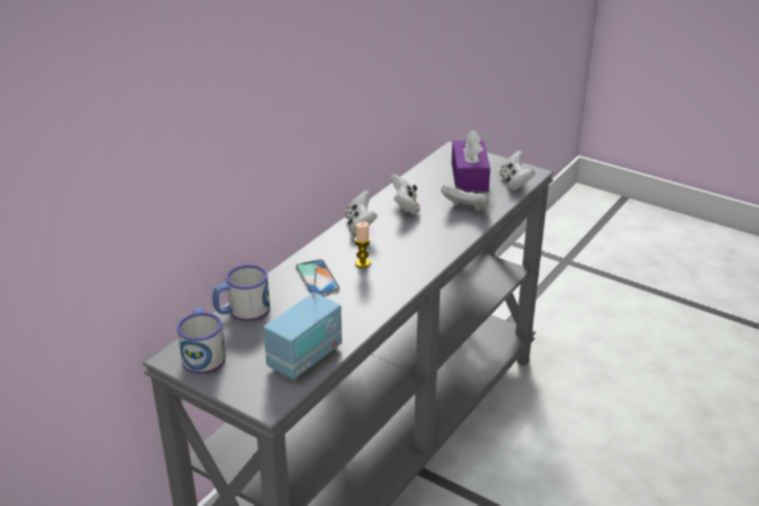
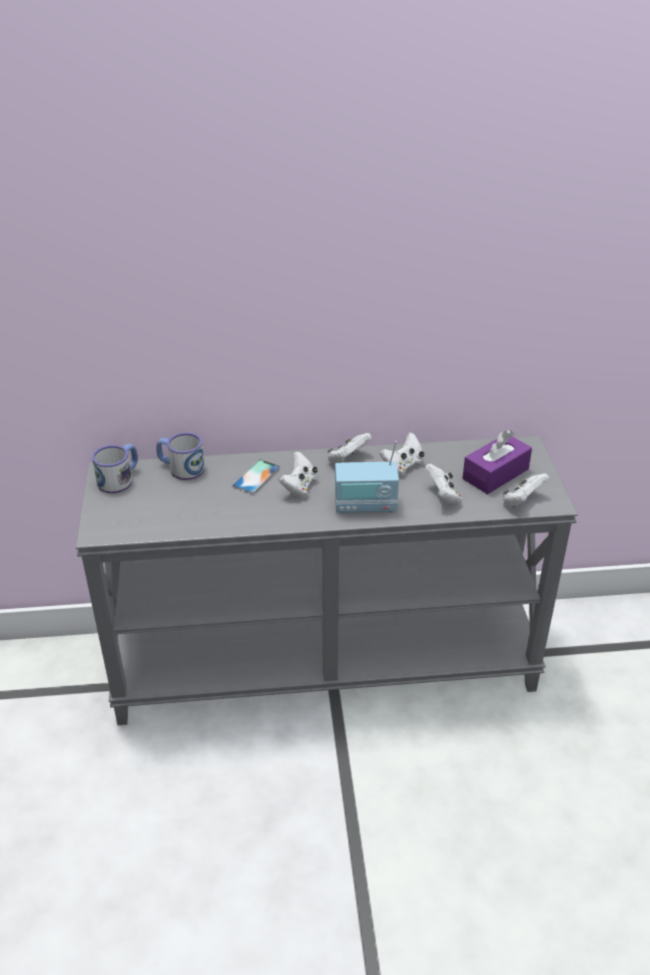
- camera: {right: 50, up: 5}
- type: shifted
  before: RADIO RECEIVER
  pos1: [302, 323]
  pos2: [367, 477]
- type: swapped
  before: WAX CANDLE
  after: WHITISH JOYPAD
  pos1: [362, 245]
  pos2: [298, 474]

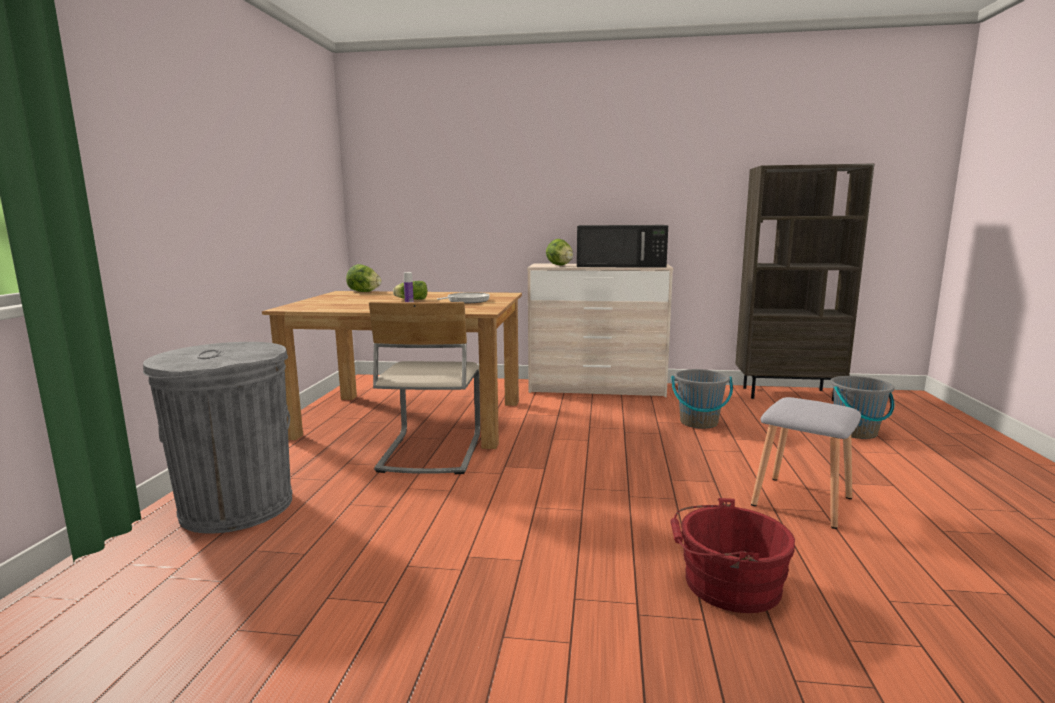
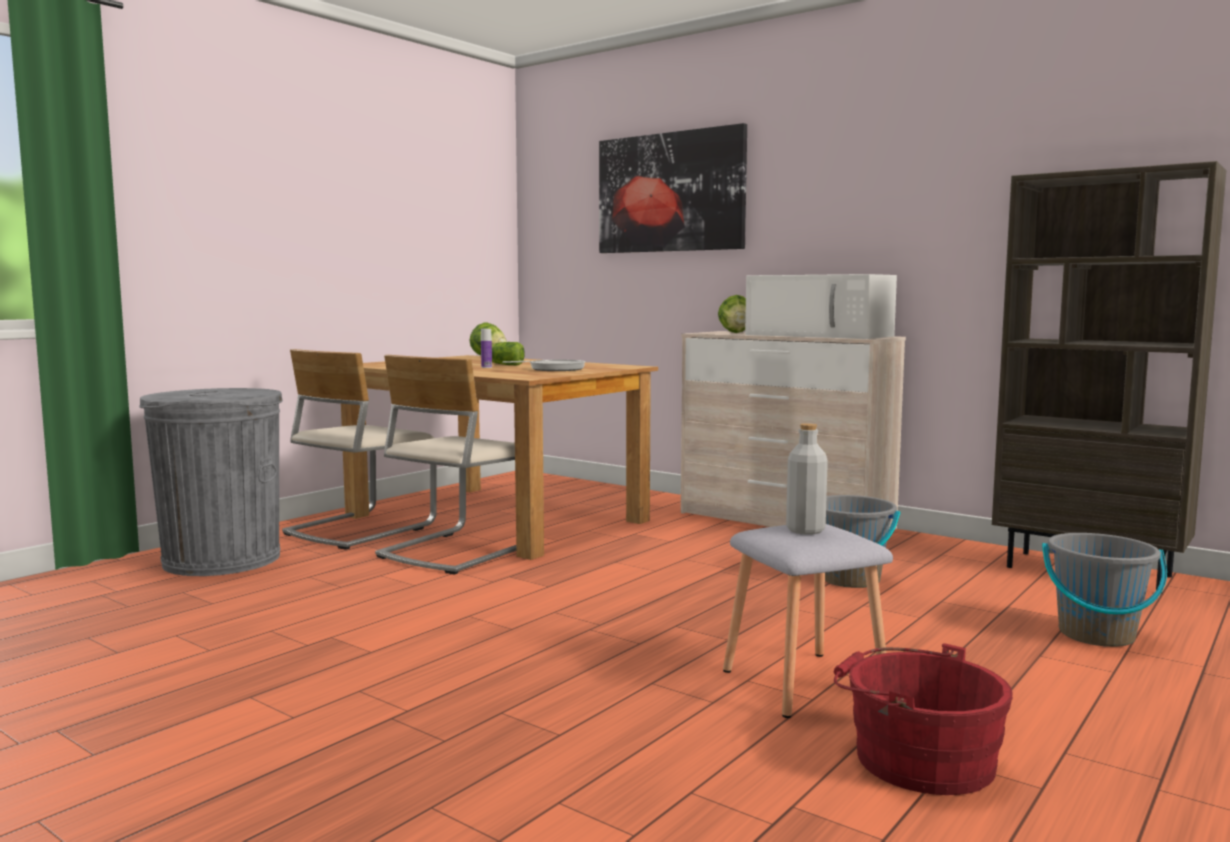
- camera: {right: 30, up: -5}
- type: repainted
  before: BLACK KITCHEN MICROWAVE
  after: WHITISH KITCHEN MICROWAVE
  pos1: [622, 246]
  pos2: [821, 306]
- type: shifted
  before: REDDISH BUCKET
  pos1: [732, 555]
  pos2: [923, 719]
- type: new
  after: SAND-COLOURED PLAIN CHAIR
  pos2: [359, 449]
- type: new
  after: WALL PICTURE
  pos2: [673, 188]
- type: new
  after: GRAY BOTTLE
  pos2: [807, 479]

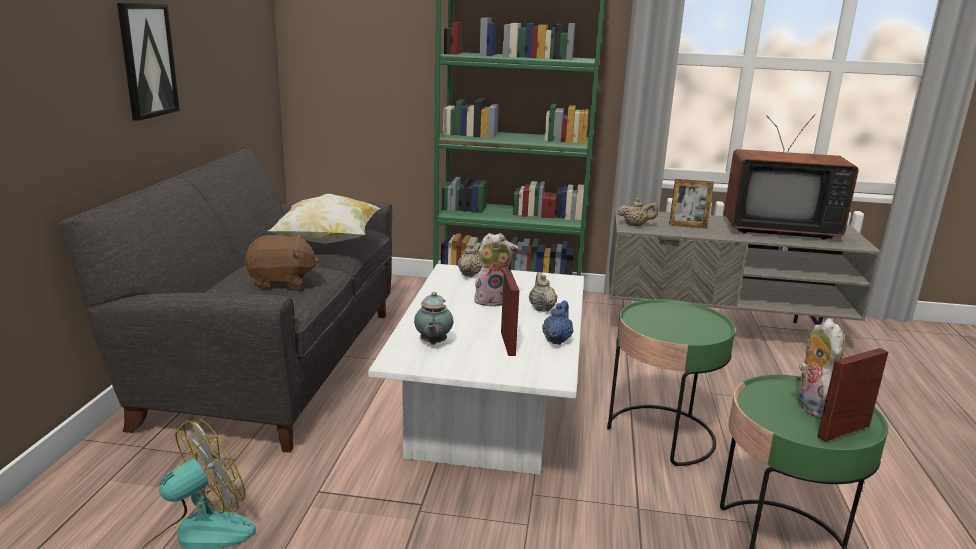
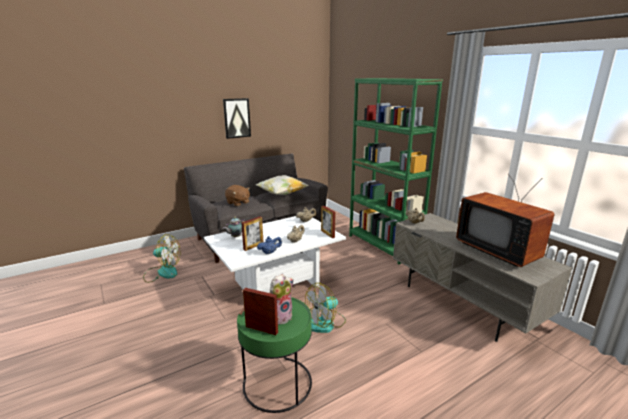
- camera: {right: 50, up: 0}
- type: gone
  before: CUDDLY TOY
  pos1: [496, 270]
- type: swapped
  before: GREEN ACCENT TABLE
  after: COOLING FAN
  pos1: [671, 382]
  pos2: [325, 308]
- type: shifted
  before: PICTURE FRAME
  pos1: [691, 204]
  pos2: [328, 222]

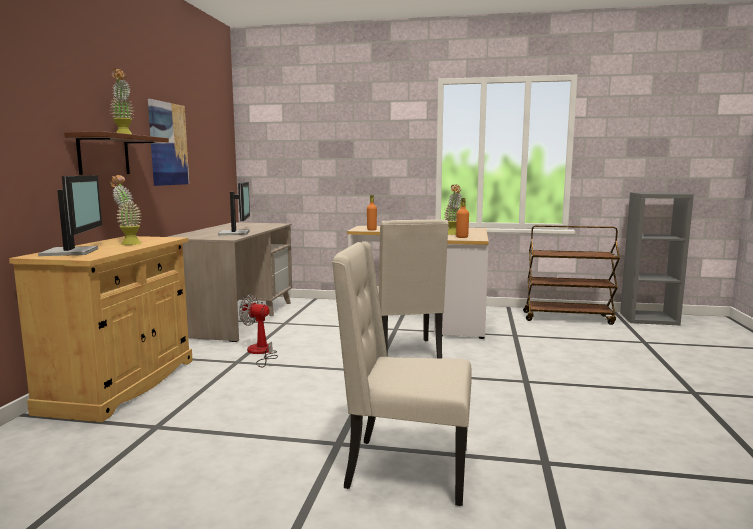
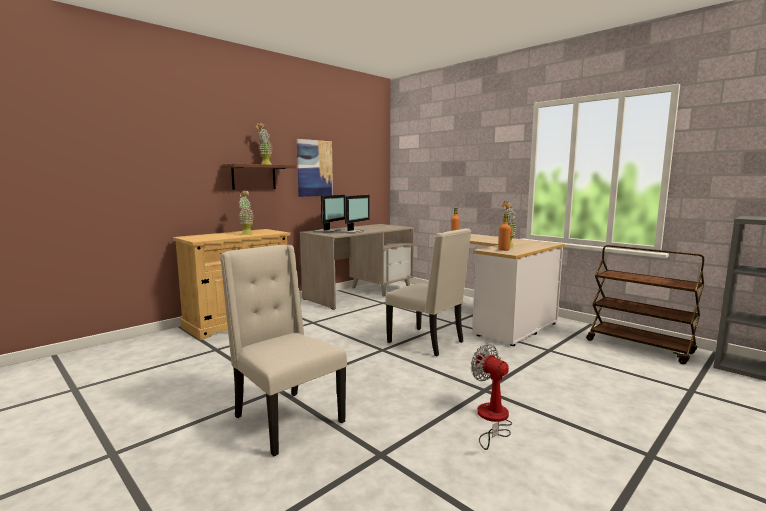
- camera: {right: 35, up: 0}
- type: shifted
  before: COMPUTER DISPLAY
  pos1: [70, 215]
  pos2: [329, 214]
- type: shifted
  before: COOLING FAN
  pos1: [258, 331]
  pos2: [491, 397]
- type: rotated
  before: SAND-COLOURED PLAIN CHAIR
  pos1: [413, 289]
  pos2: [428, 292]
  turn: -75

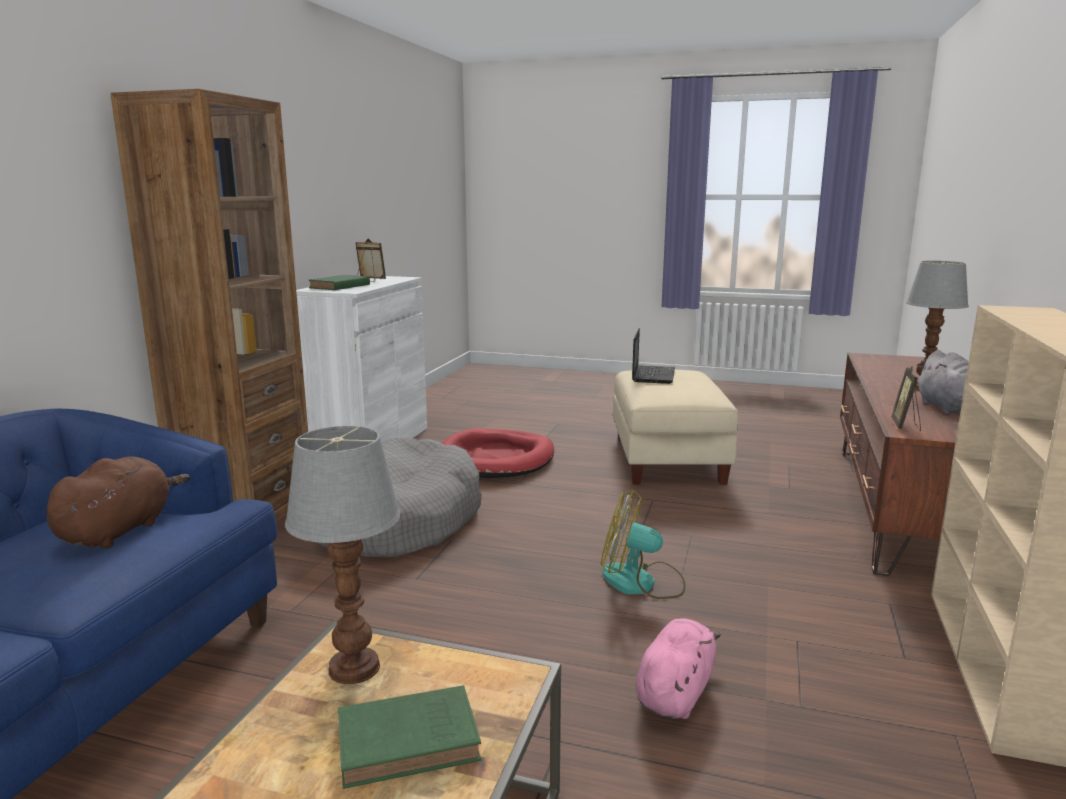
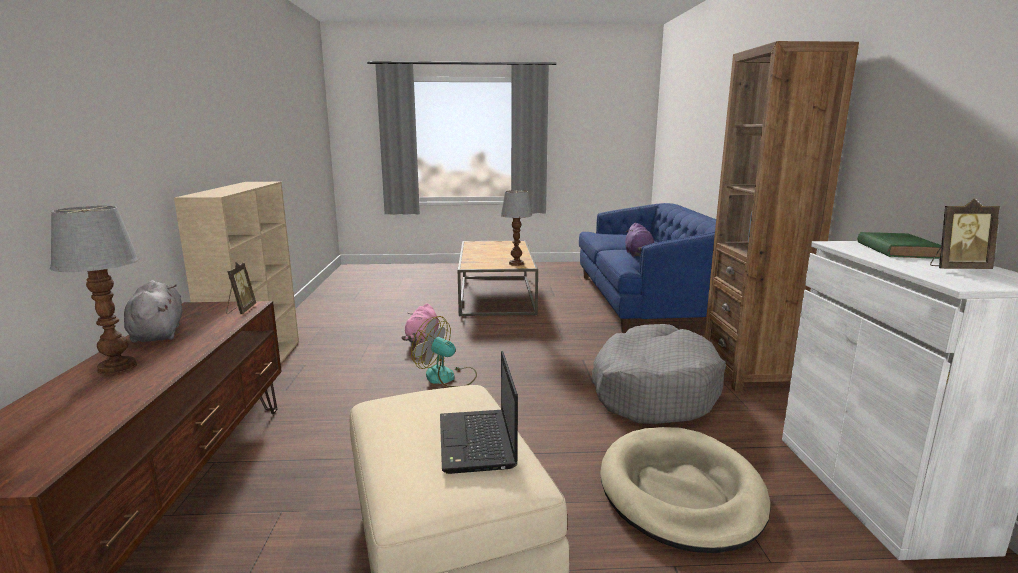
- camera: {right: 160, up: 0}
- type: repainted
  before: BROWN-COLOURED CUDDLY TOY
  after: PURPLE CUDDLY TOY
  pos1: [118, 502]
  pos2: [639, 240]
- type: gone
  before: GREEN VOLUME
  pos1: [410, 737]
- type: repainted
  before: REDDISH PET BED
  after: SAND-COLOURED PET BED
  pos1: [498, 453]
  pos2: [685, 490]
- type: rotated
  before: COOLING FAN
  pos1: [643, 544]
  pos2: [444, 351]
  turn: -150

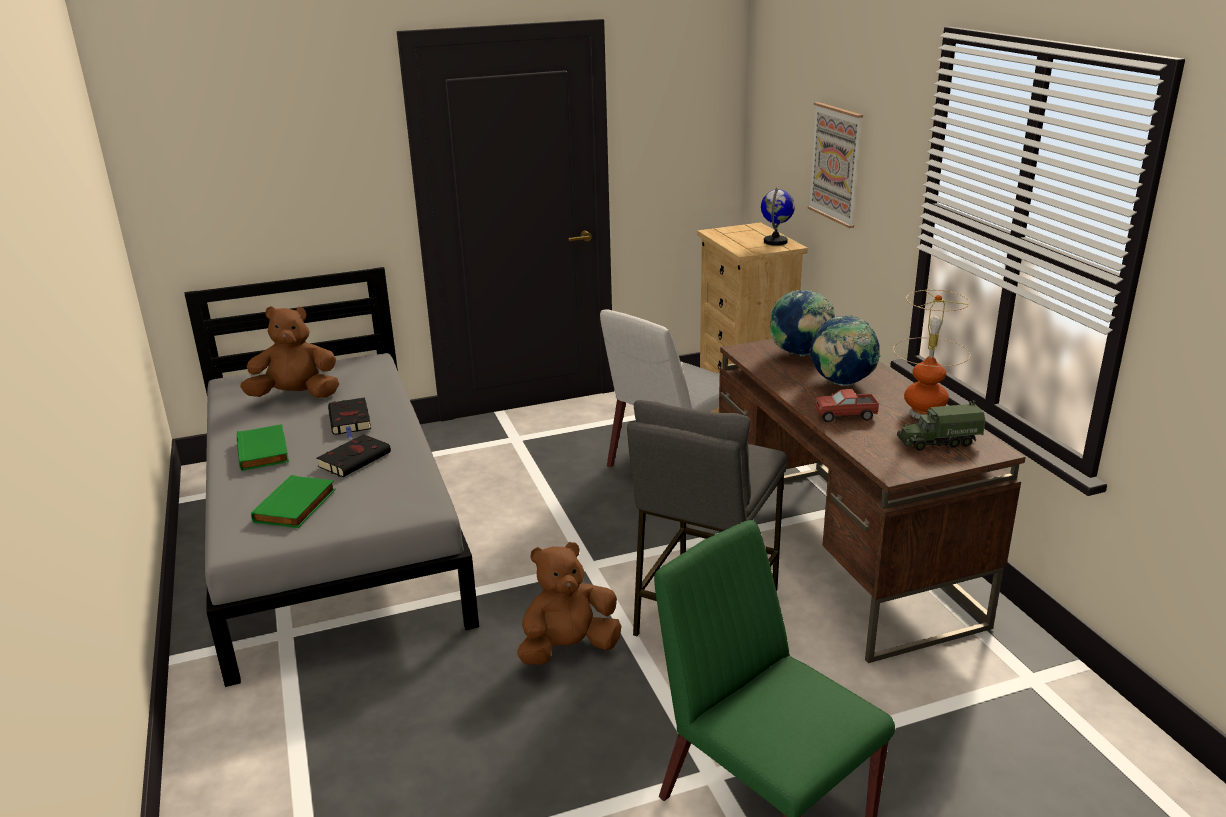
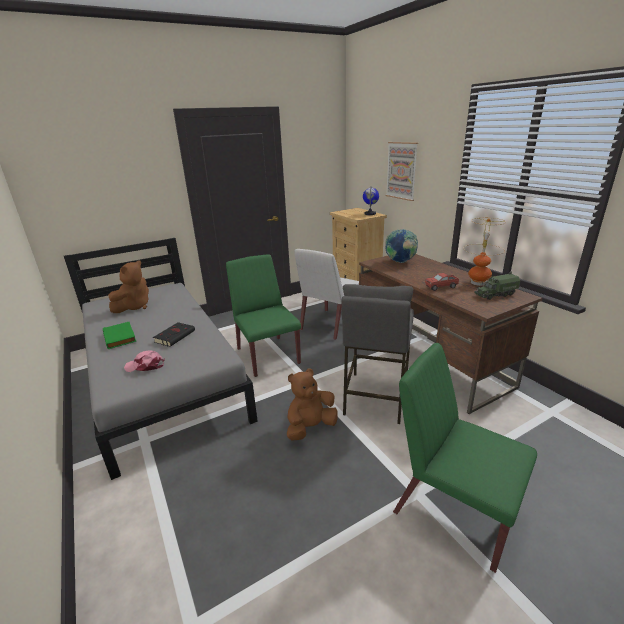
- camera: {right: -10, up: 0}
- type: rotated
  before: BROWN-COLOURED CUDDLY TOY
  pos1: [289, 352]
  pos2: [128, 286]
  turn: 135
- type: swapped
  before: GREEN VOLUME
  after: PINK CAP
  pos1: [293, 501]
  pos2: [144, 361]
- type: gone
  before: BLACK VOLUME
  pos1: [349, 418]
- type: gone
  before: DESK GLOBE
  pos1: [845, 350]
- type: new
  after: GREEN PLAIN CHAIR
  pos2: [263, 315]

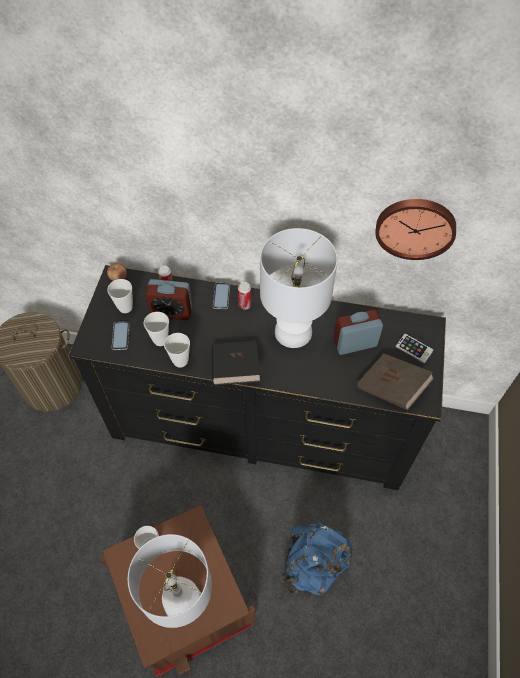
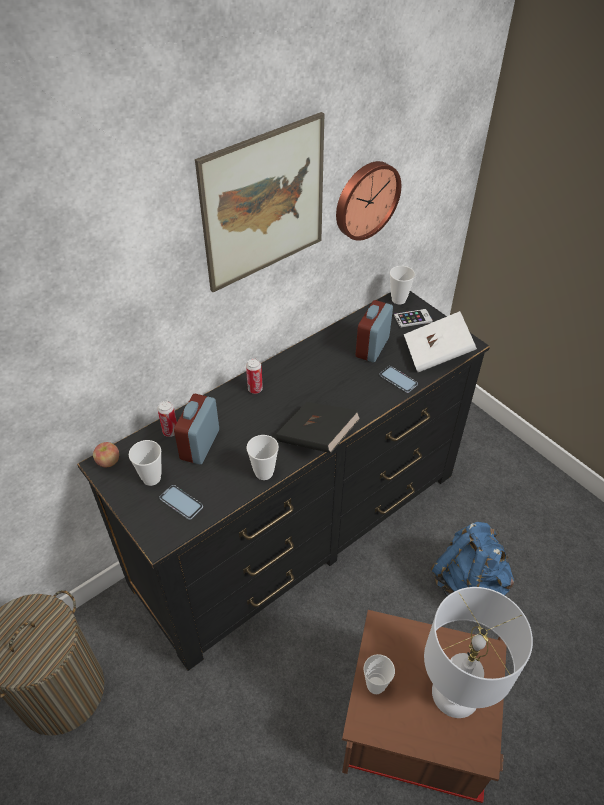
- camera: {right: -50, up: -10}
- type: shifted
  before: CUP
  pos1: [156, 329]
  pos2: [402, 285]
- type: rotated
  before: BEDSIDE CLOCK
  pos1: [168, 299]
  pos2: [196, 429]
  turn: 150
- type: shifted
  before: PHONE
  pos1: [221, 296]
  pos2: [399, 379]
- type: gone
  before: WHITISH TABLE LAMP
  pos1: [299, 288]
- type: repainted
  before: BROWN-COLOURED VOLUME
  after: WHITISH VOLUME
  pos1: [395, 382]
  pos2: [440, 341]
- type: new
  after: WALL PICTURE
  pos2: [259, 202]

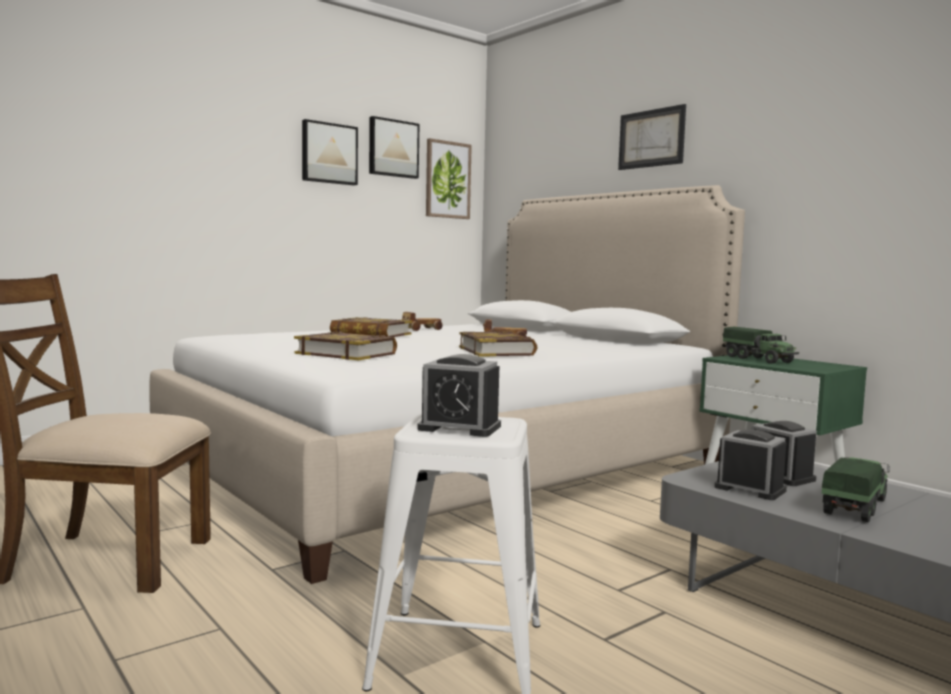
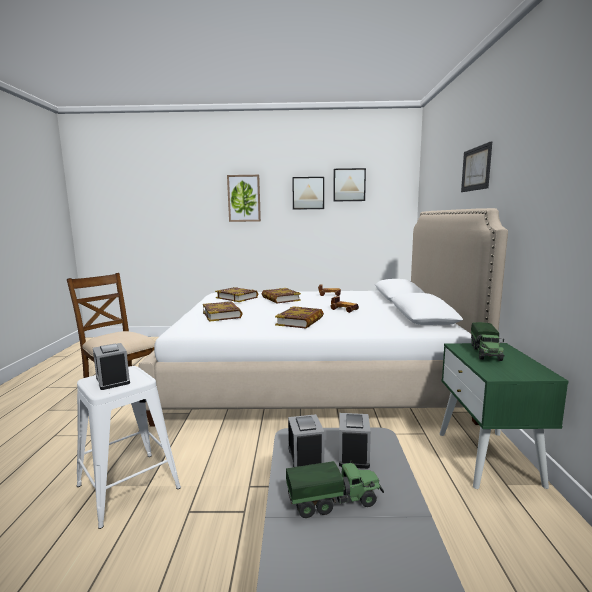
- camera: {right: 40, up: 5}
- type: shifted
  before: WALL PICTURE
  pos1: [449, 178]
  pos2: [244, 198]
- type: new
  after: VOLUME
  pos2: [236, 294]

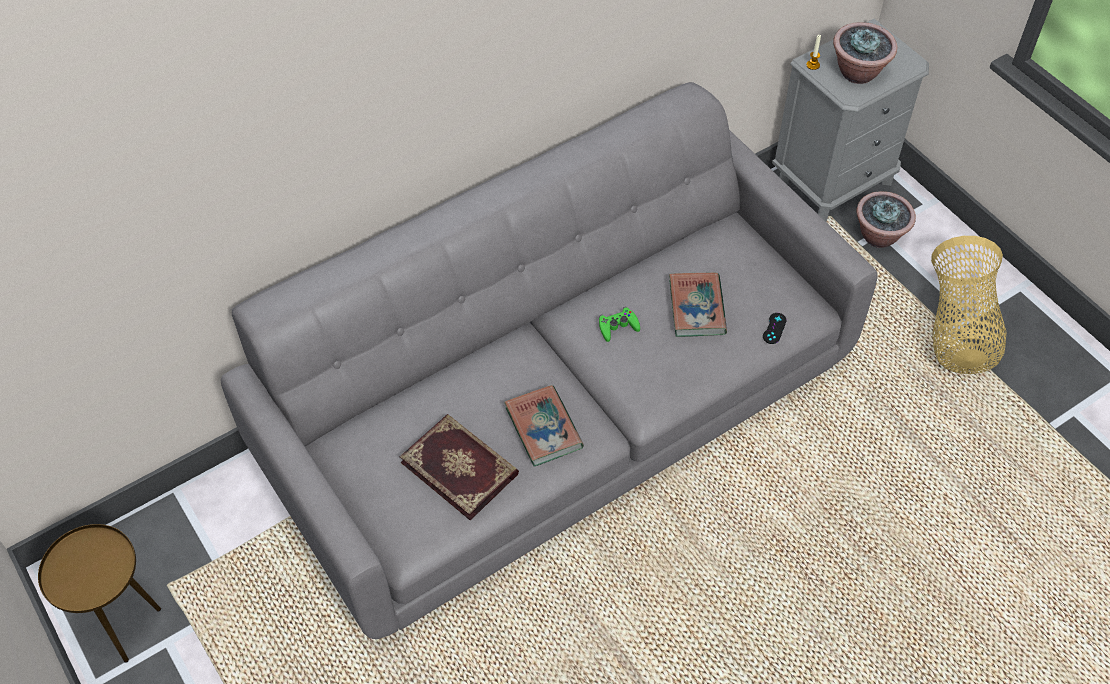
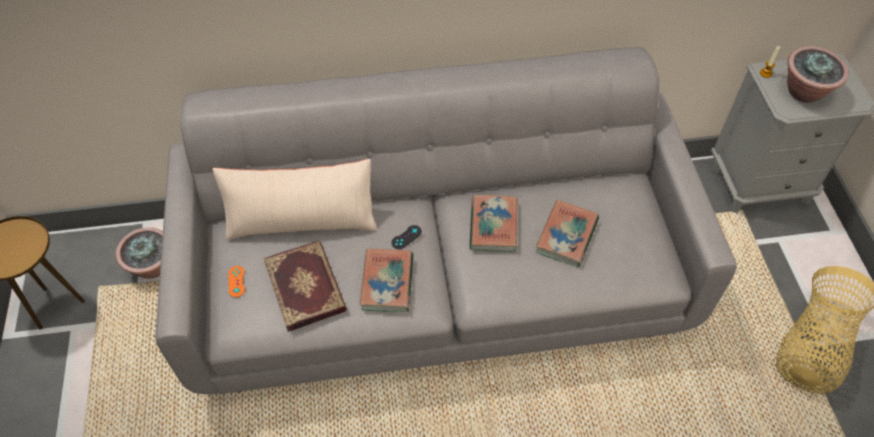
- camera: {right: 25, up: 0}
- type: swapped
  before: GREEN JOYPAD
  after: VOLUME
  pos1: [619, 324]
  pos2: [493, 223]
- type: shifted
  before: BLACK JOYPAD
  pos1: [775, 328]
  pos2: [407, 237]
- type: shifted
  before: HOUSEPLANT
  pos1: [886, 219]
  pos2: [139, 253]
- type: new
  after: SAND-COLOURED PILLOW
  pos2: [295, 199]
- type: new
  after: ORANGE JOYPAD
  pos2: [236, 281]

